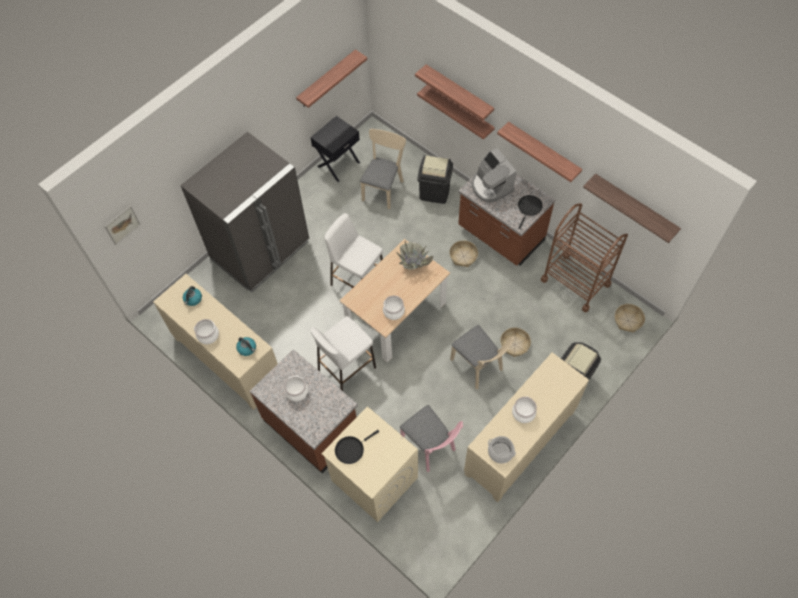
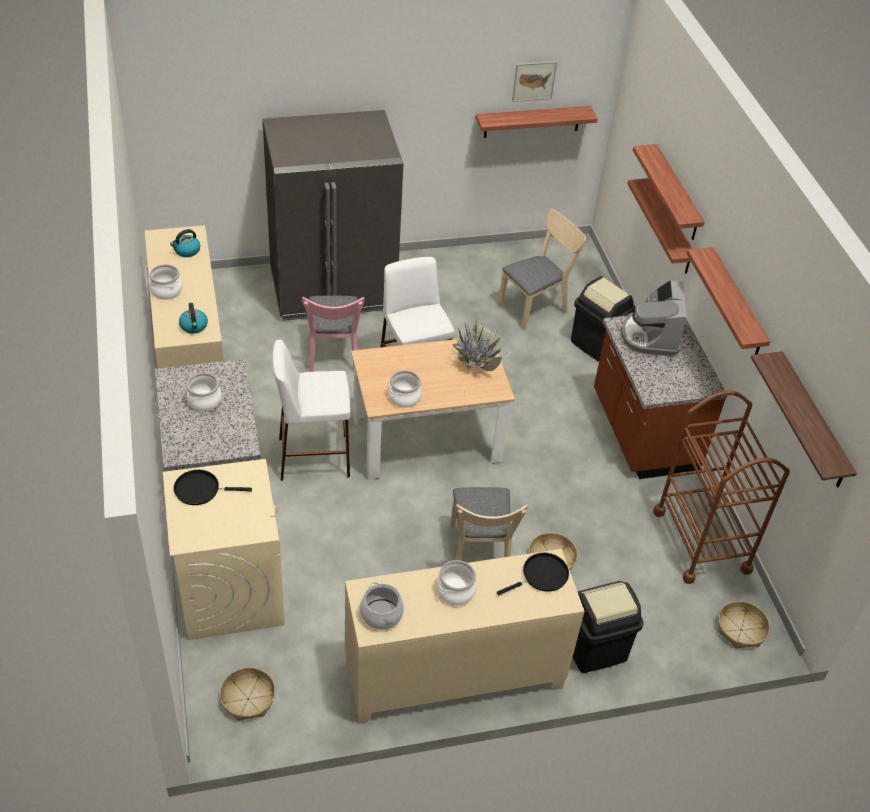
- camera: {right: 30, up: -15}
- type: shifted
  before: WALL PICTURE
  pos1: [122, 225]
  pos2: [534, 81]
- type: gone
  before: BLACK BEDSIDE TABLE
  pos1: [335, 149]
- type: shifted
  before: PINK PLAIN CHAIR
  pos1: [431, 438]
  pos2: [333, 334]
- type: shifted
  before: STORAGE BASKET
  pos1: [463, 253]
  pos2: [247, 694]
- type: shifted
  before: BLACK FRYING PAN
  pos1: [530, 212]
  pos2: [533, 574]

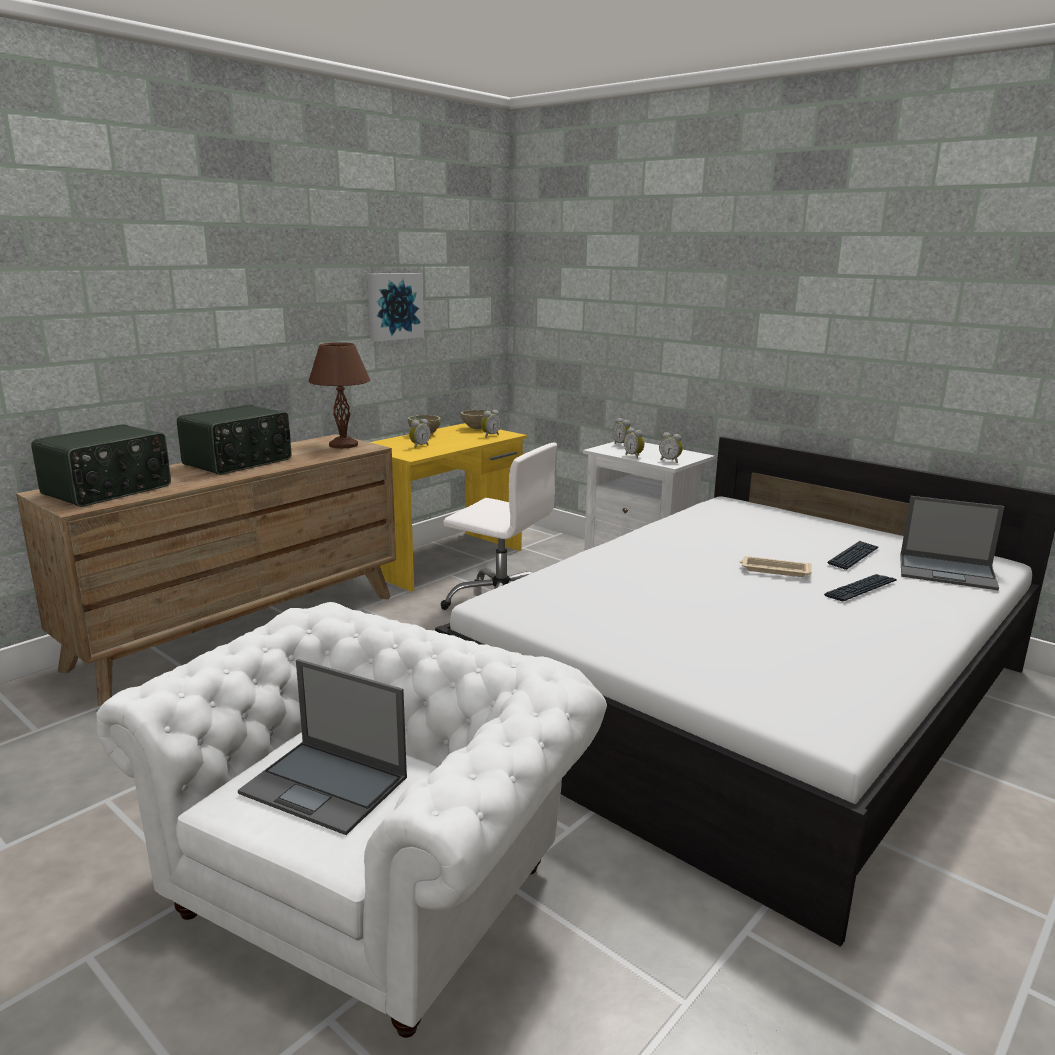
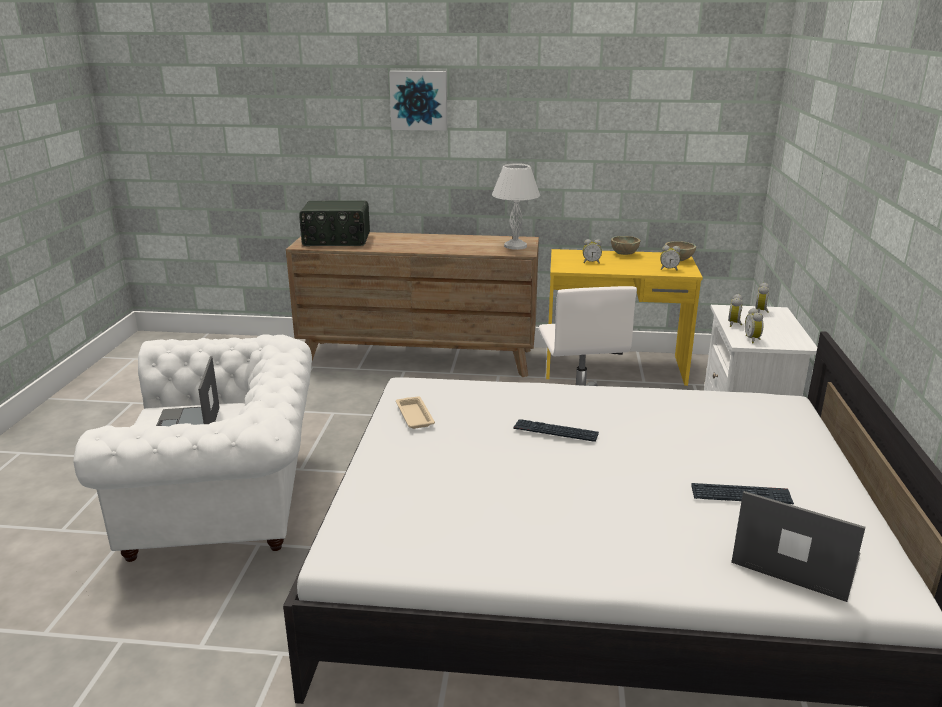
- camera: {right: 55, up: 5}
- type: gone
  before: RADIO RECEIVER
  pos1: [234, 440]
- type: repainted
  before: BROWN-COLOURED TABLE LAMP
  after: WHITISH TABLE LAMP
  pos1: [339, 395]
  pos2: [516, 206]
- type: shifted
  before: WALL PICTURE
  pos1: [395, 307]
  pos2: [418, 101]
- type: shifted
  before: SAND-COLOURED TRAY
  pos1: [775, 566]
  pos2: [415, 412]
- type: shifted
  before: COMPUTER KEYBOARD
  pos1: [860, 588]
  pos2: [556, 430]
- type: rotated
  before: PORTABLE COMPUTER
  pos1: [952, 543]
  pos2: [798, 546]
  turn: 135

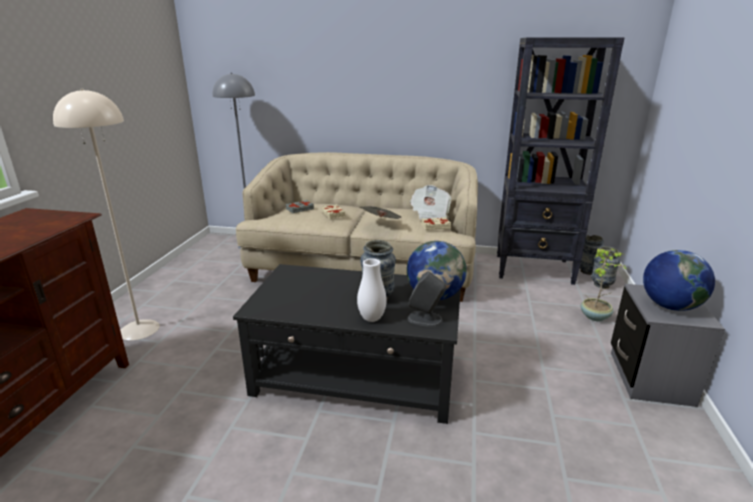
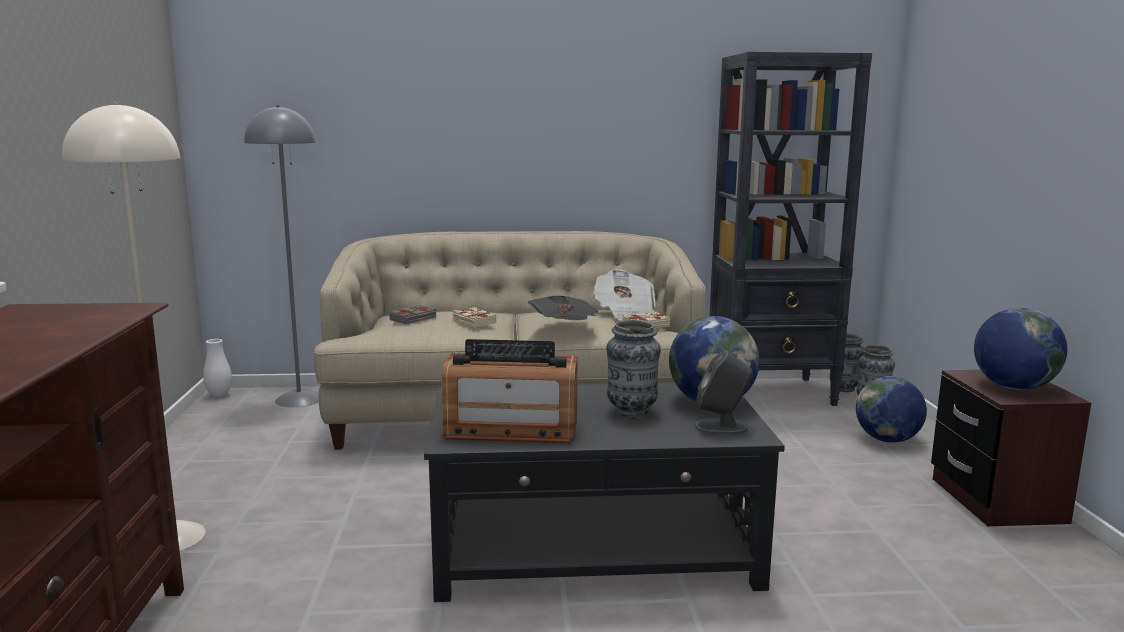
- camera: {right: -15, up: -10}
- type: shifted
  before: WHITISH VASE
  pos1: [372, 290]
  pos2: [217, 368]
- type: swapped
  before: HOUSEPLANT
  after: DESK GLOBE
  pos1: [604, 284]
  pos2: [891, 409]
- type: repainted
  before: GRAY BEDSIDE TABLE
  after: BROWN-COLOURED BEDSIDE TABLE
  pos1: [668, 345]
  pos2: [1011, 448]
- type: new
  after: RADIO RECEIVER
  pos2: [510, 391]

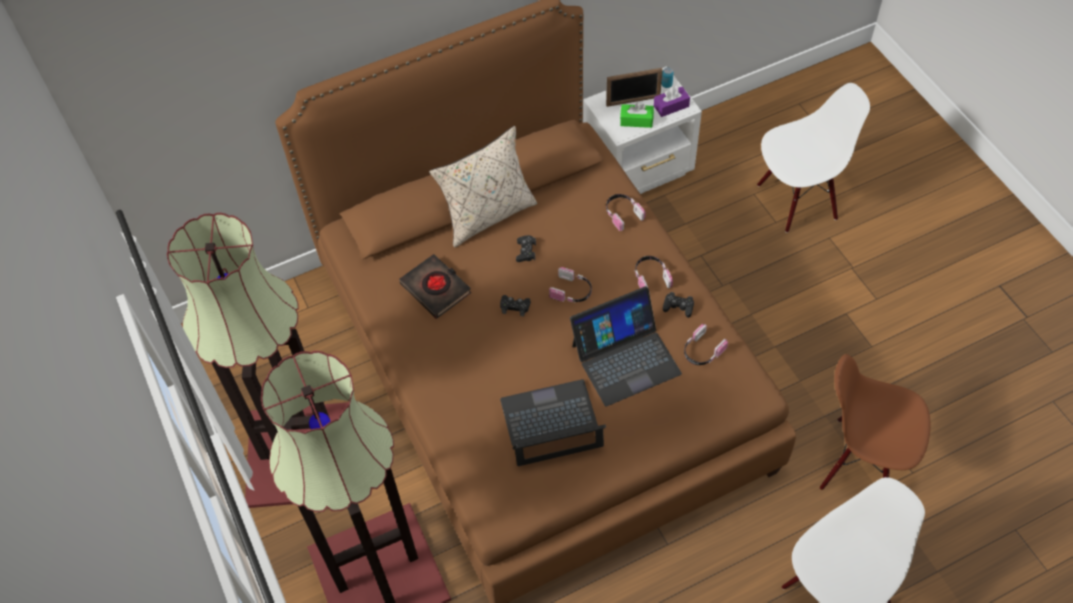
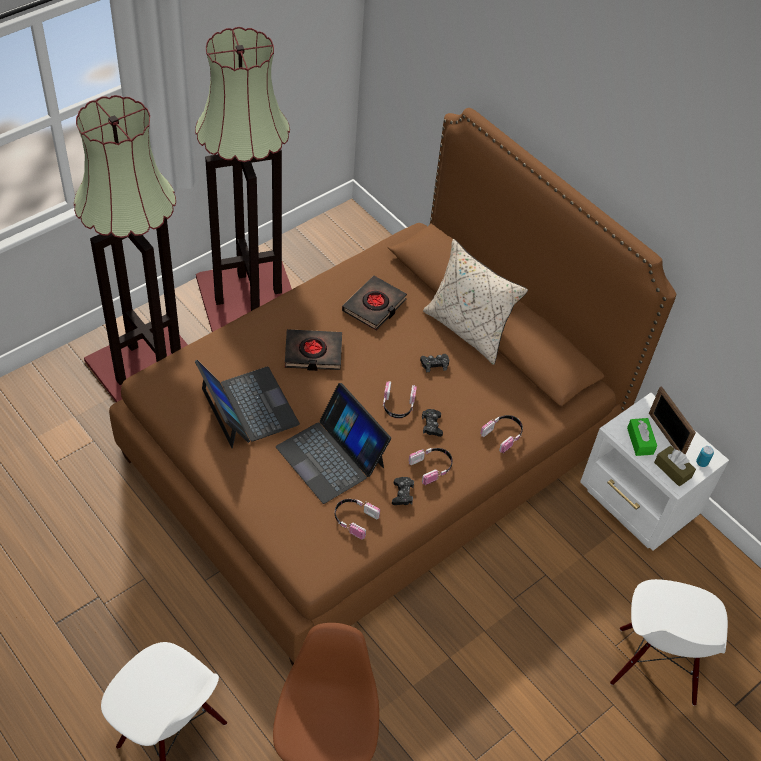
- camera: {right: 70, up: -5}
- type: shifted
  before: BLACK JOYPAD
  pos1: [515, 306]
  pos2: [432, 423]
- type: repainted
  before: PURPLE BOX OF TISSUES
  after: BROWN-COLOURED BOX OF TISSUES
  pos1: [672, 101]
  pos2: [675, 466]
- type: rotated
  before: WHITISH PLAIN CHAIR
  pos1: [813, 158]
  pos2: [669, 642]
  turn: 45
- type: new
  after: BLACK VOLUME
  pos2: [313, 350]

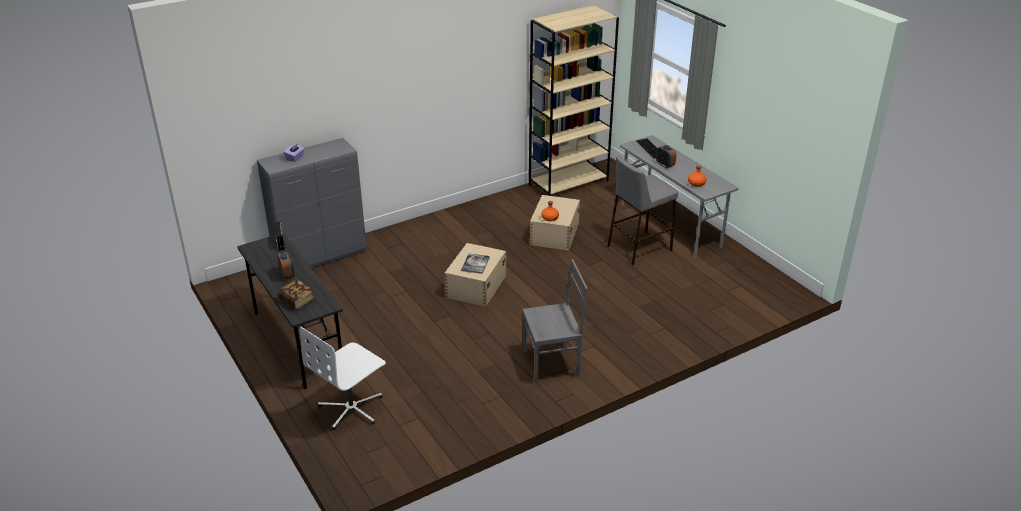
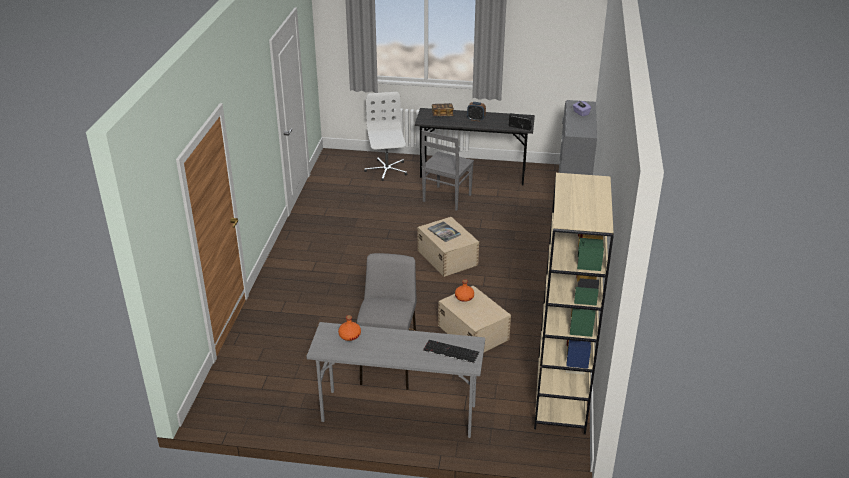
- camera: {right: 130, up: 0}
- type: shifted
  before: GRAY PLAIN CHAIR
  pos1: [554, 321]
  pos2: [447, 170]
- type: gone
  before: BEDSIDE CLOCK
  pos1: [666, 156]

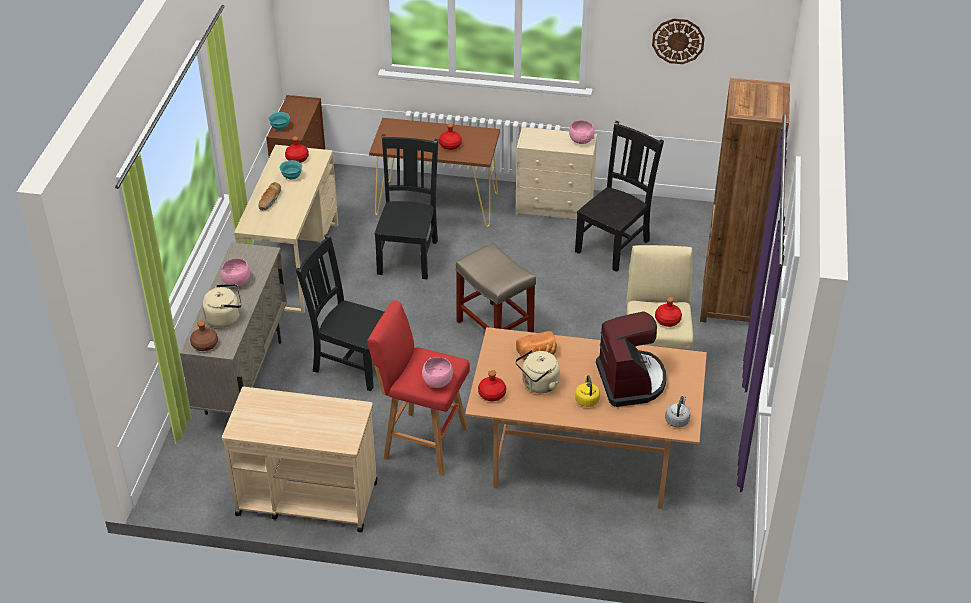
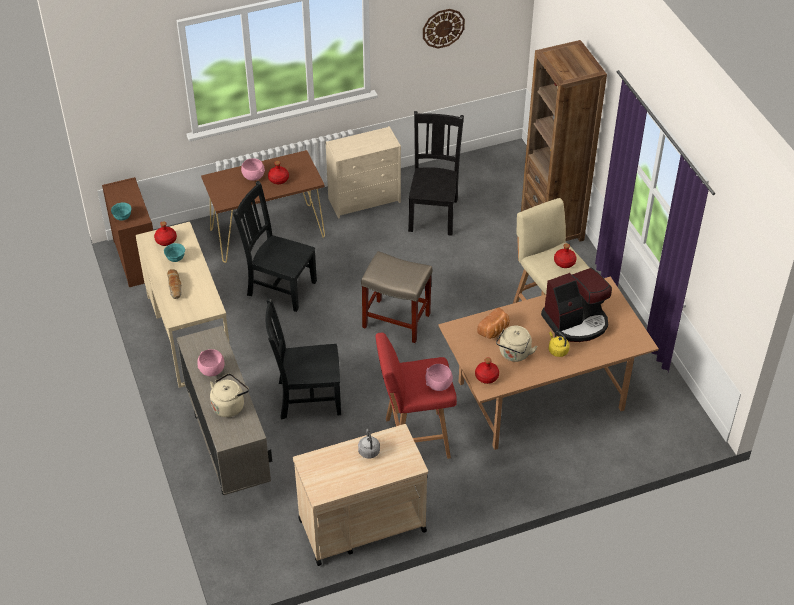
- camera: {right: -30, up: 5}
- type: gone
  before: BROWN-COLOURED BOTTLE
  pos1: [204, 336]
- type: rotated
  before: BLACK PLAIN CHAIR
  pos1: [406, 206]
  pos2: [275, 246]
  turn: -45
- type: shifted
  before: PINK BOWL
  pos1: [582, 132]
  pos2: [253, 169]
- type: rotated
  before: COFFEE BREWER
  pos1: [631, 359]
  pos2: [576, 305]
  turn: 105
- type: shifted
  before: GRAY TEA KETTLE
  pos1: [678, 412]
  pos2: [369, 444]

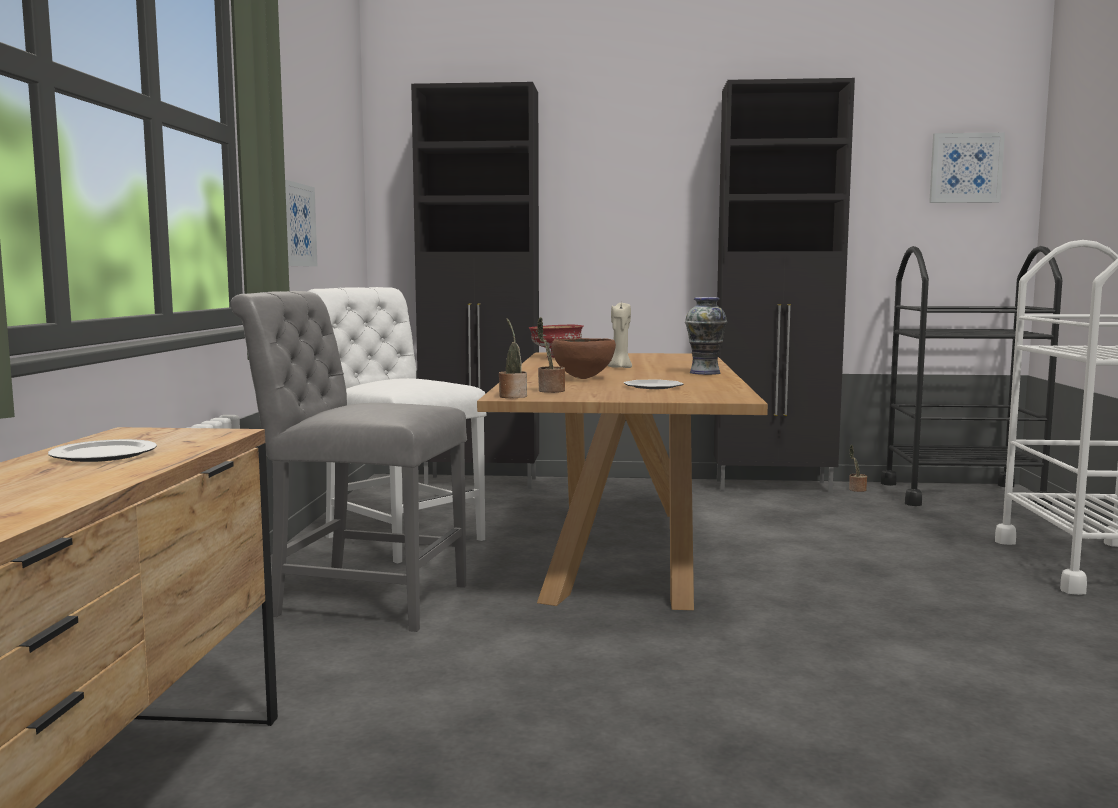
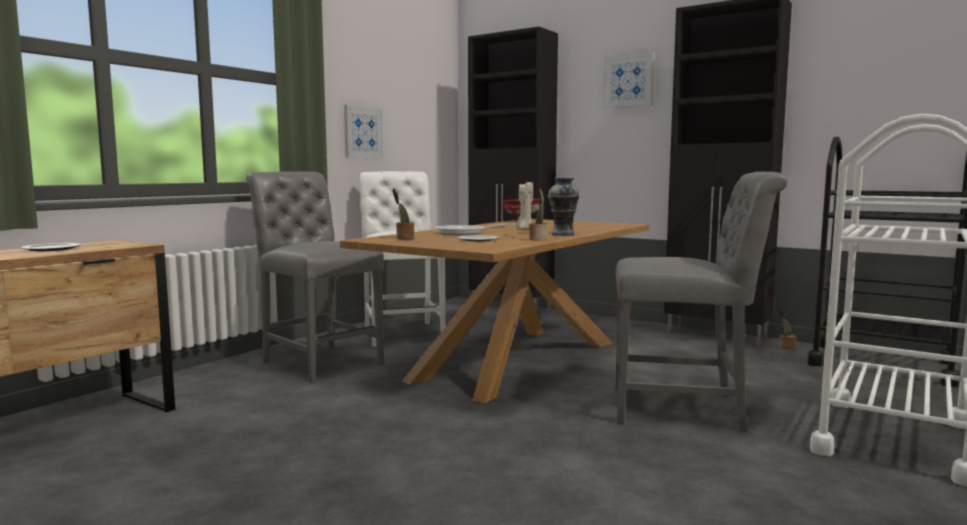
- camera: {right: 30, up: 0}
- type: shifted
  before: HOUSEPLANT
  pos1: [513, 358]
  pos2: [538, 214]
- type: swapped
  before: BROWN-COLOURED BOWL
  after: FRYING PAN
  pos1: [584, 358]
  pos2: [475, 229]
- type: shifted
  before: WALL PICTURE
  pos1: [967, 168]
  pos2: [629, 80]
- type: new
  after: GRAY PLAIN CHAIR
  pos2: [701, 302]

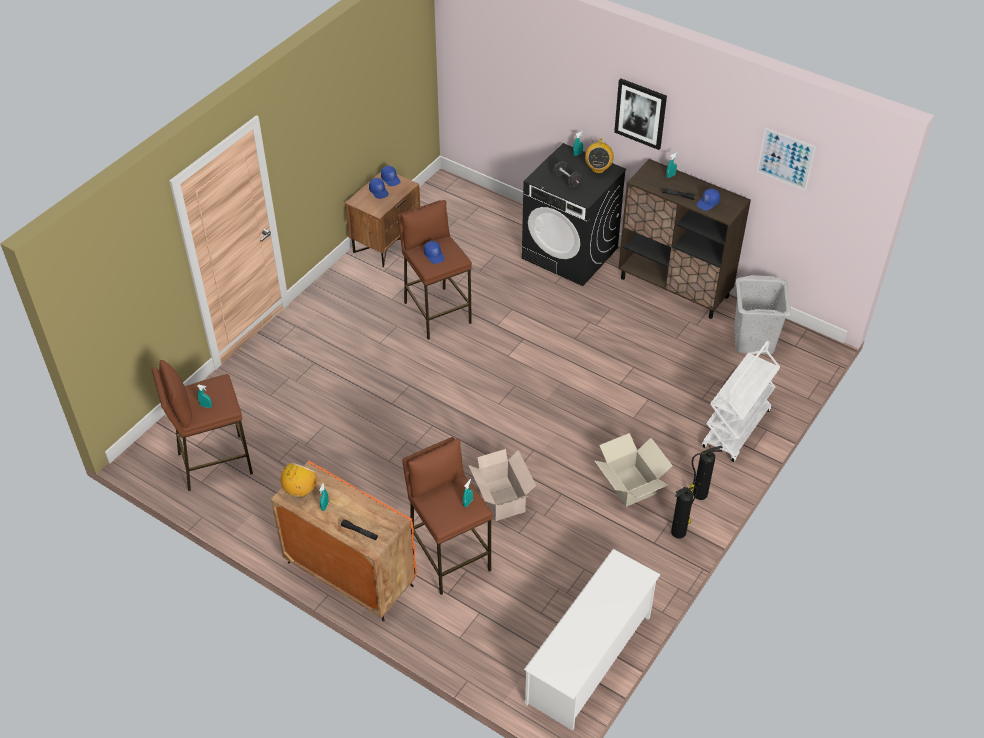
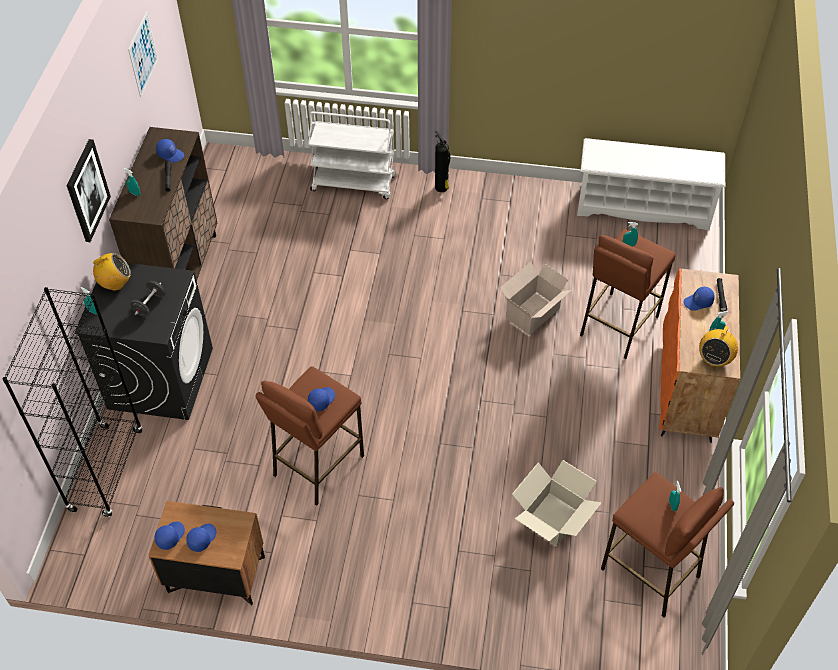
- camera: {right: -115, up: 5}
- type: rotated
  before: RADIO RECEIVER
  pos1: [298, 480]
  pos2: [718, 344]
  turn: -60
- type: shifted
  before: PACKING BOX
  pos1: [634, 470]
  pos2: [556, 503]
- type: gone
  before: FIRE EXTINGUISHER
  pos1: [684, 512]
- type: gone
  before: GRAY LAUNDRY BASKET
  pos1: [762, 314]
- type: new
  after: BLACK SHELVING UNIT
  pos2: [72, 402]
- type: new
  after: BLUE-COLOURED CAP
  pos2: [699, 298]

